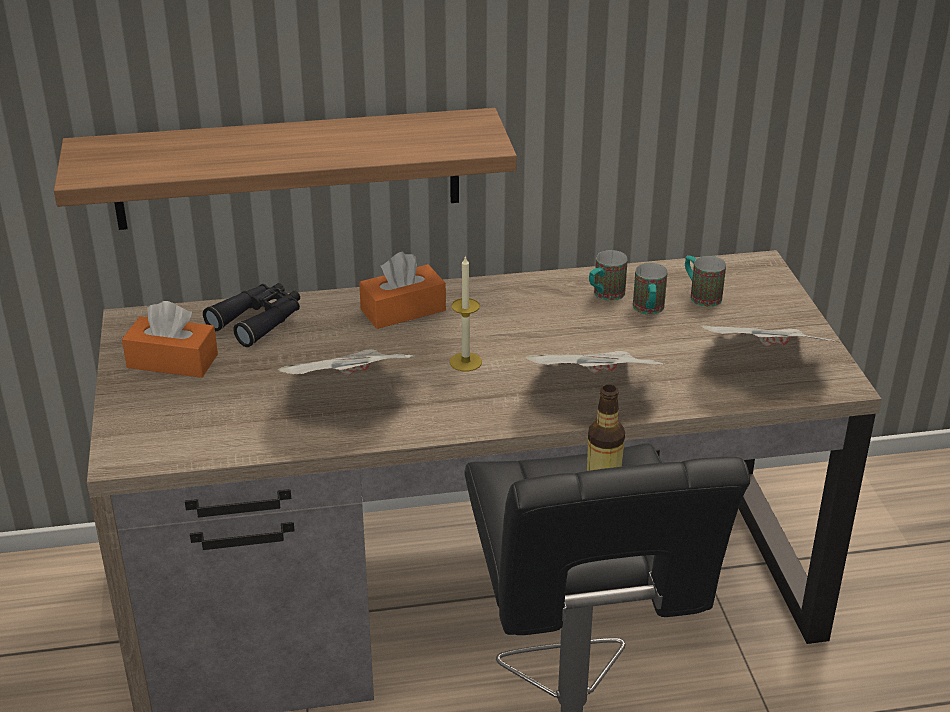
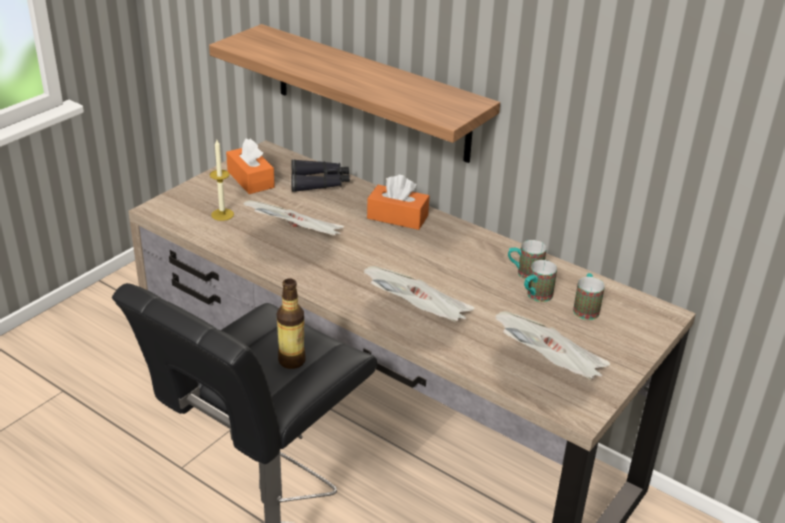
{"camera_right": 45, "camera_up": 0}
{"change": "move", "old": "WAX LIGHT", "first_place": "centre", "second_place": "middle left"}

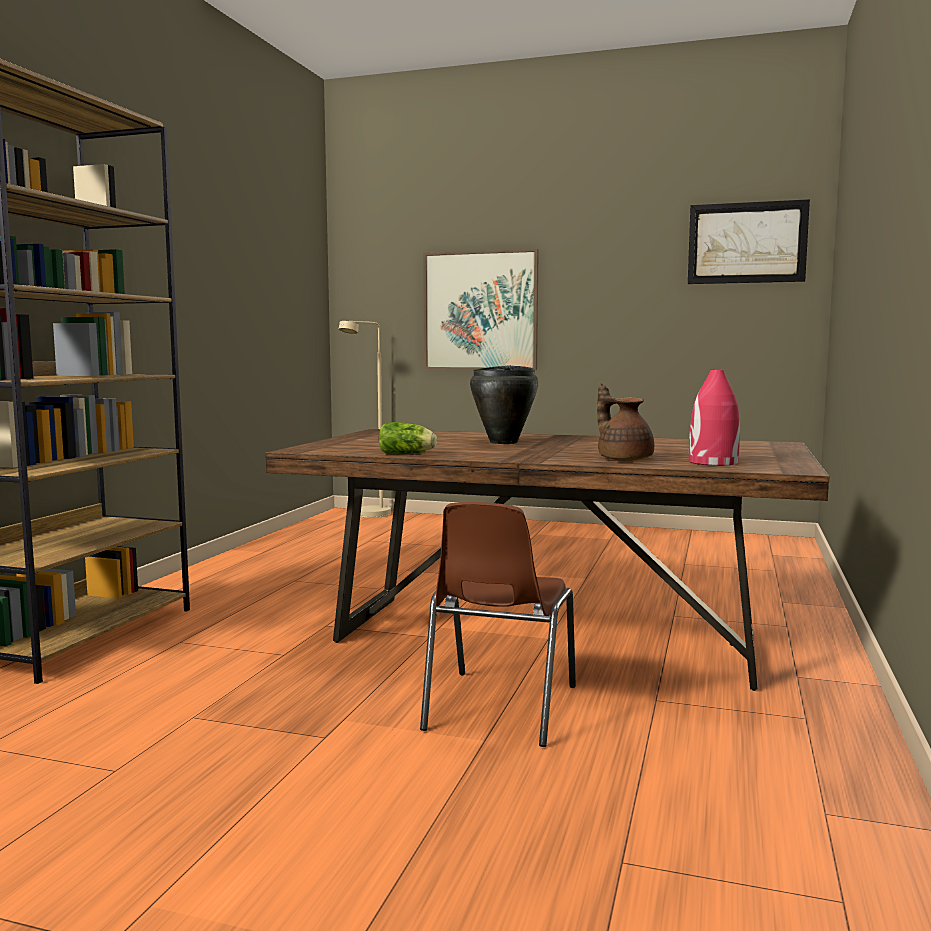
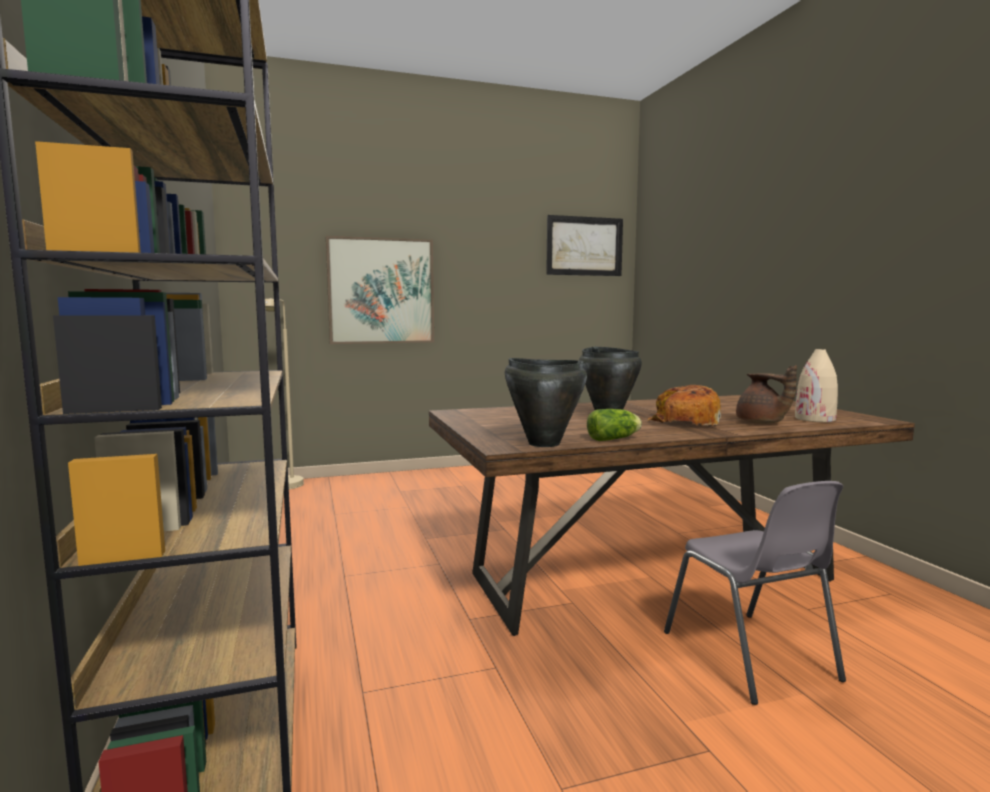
{"camera_right": -35, "camera_up": 0}
{"change": "recolor", "old": "REDDISH DECORATIVE VASE", "new": "BEIGE-COLOURED DECORATIVE VASE", "first_place": "middle right", "second_place": "middle right"}
{"change": "rotate", "old": "BROWNISH TEA POT", "first_place": "middle right", "second_place": "middle right", "degrees": -150}
{"change": "recolor", "old": "BROWNISH UPRIGHT CHAIR", "new": "GREY UPRIGHT CHAIR", "first_place": "bottom centre", "second_place": "bottom right"}
{"change": "insert", "new": "BLACK COOKING POT (1st from left)", "second_place": "centre"}
{"change": "insert", "new": "BAKED BREAD", "second_place": "middle right"}

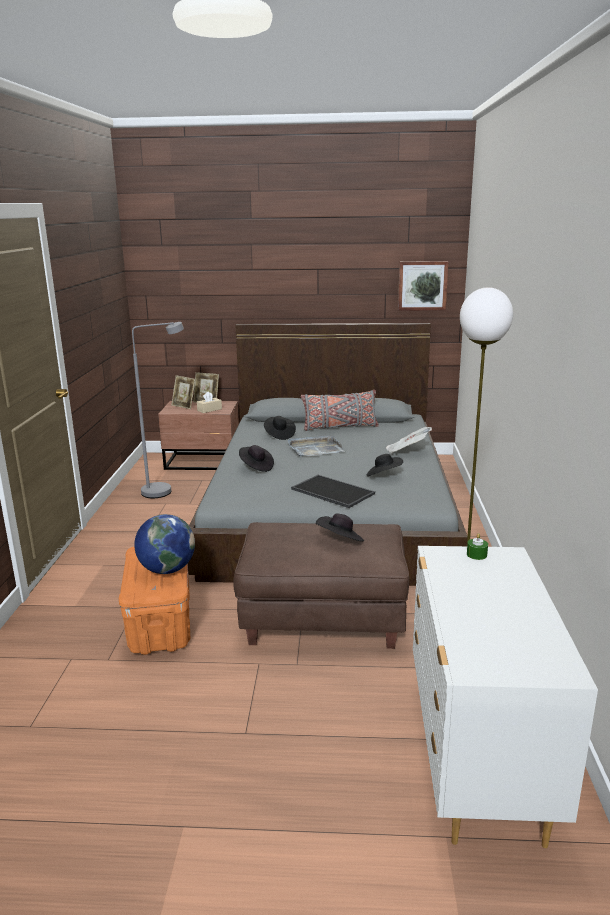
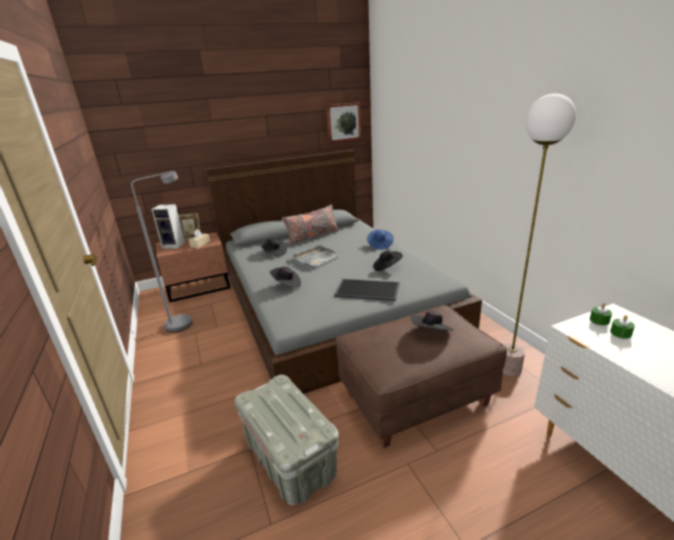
{"camera_right": -25, "camera_up": 5}
{"change": "replace", "old": "PHOTO FRAME (1st from left)", "new": "AUDIO SPEAKER", "first_place": "middle left", "second_place": "middle left"}
{"change": "replace", "old": "NEWSPAPER", "new": "BLUE CLOTHING HAT", "first_place": "middle right", "second_place": "centre"}
{"change": "delete", "old": "DESK GLOBE", "first_place": "middle left"}
{"change": "recolor", "old": "ORANGEY STORAGE CONTAINER", "new": "GREY STORAGE CONTAINER", "first_place": "middle left", "second_place": "bottom centre"}
{"change": "insert", "new": "GREENISH WAX LIGHT (2nd from left)", "second_place": "middle right"}

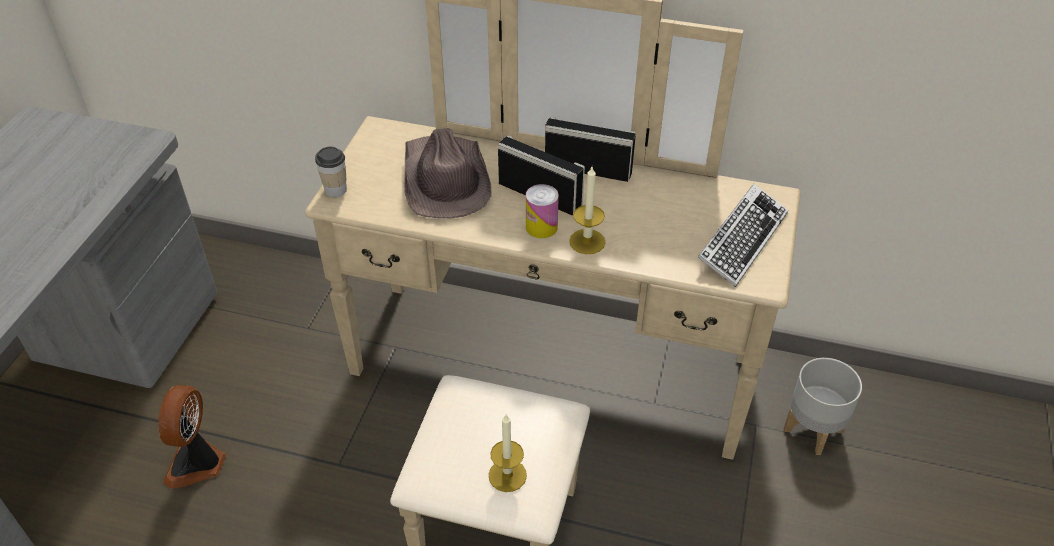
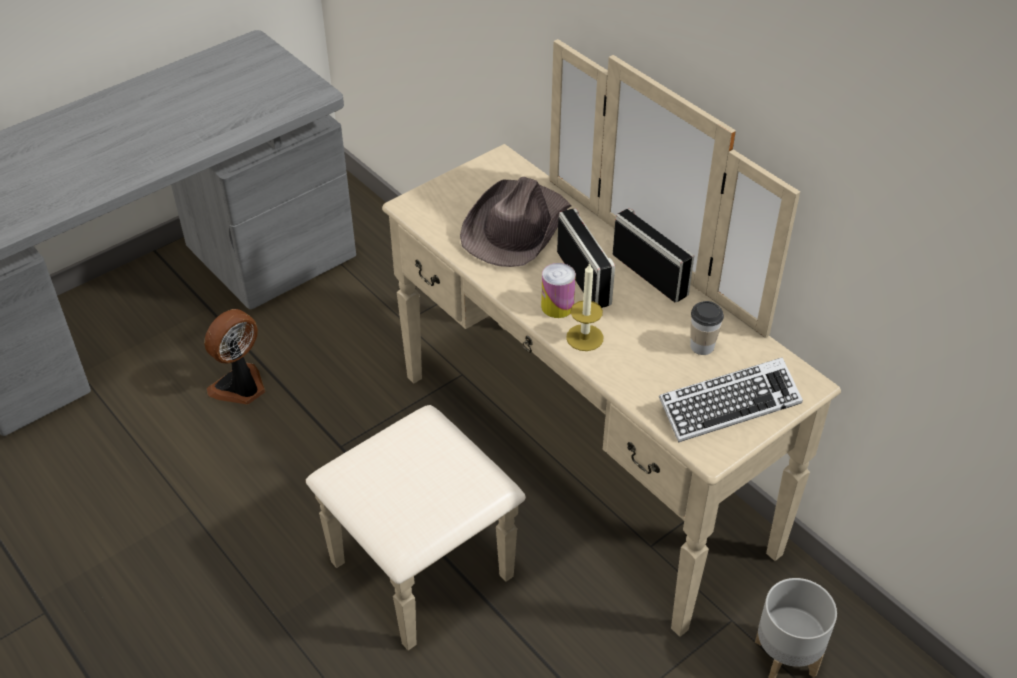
{"camera_right": 35, "camera_up": 0}
{"change": "move", "old": "DRINKING CUP", "first_place": "top left", "second_place": "middle right"}
{"change": "delete", "old": "WAX LIGHT (1st from left)", "first_place": "bottom centre"}

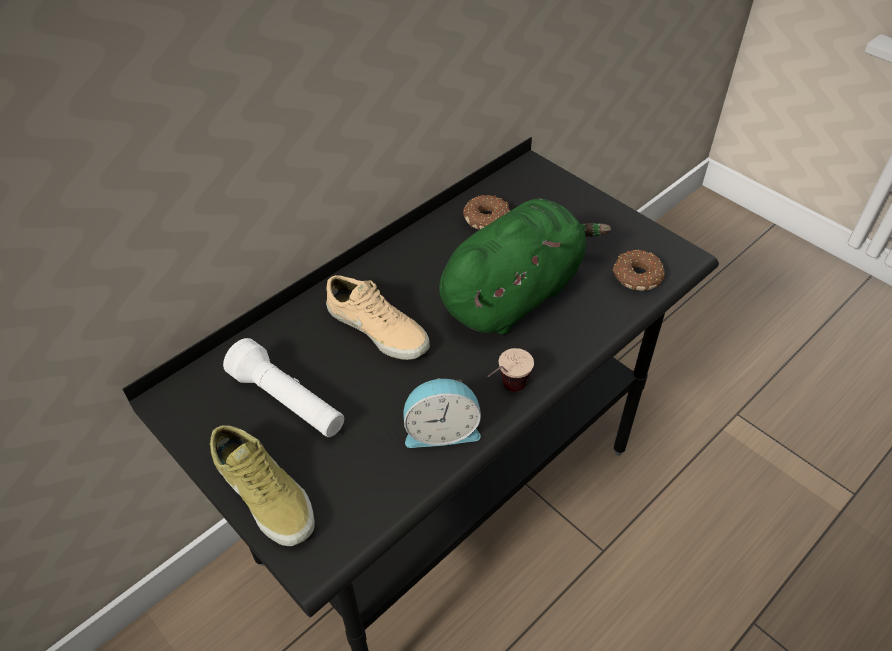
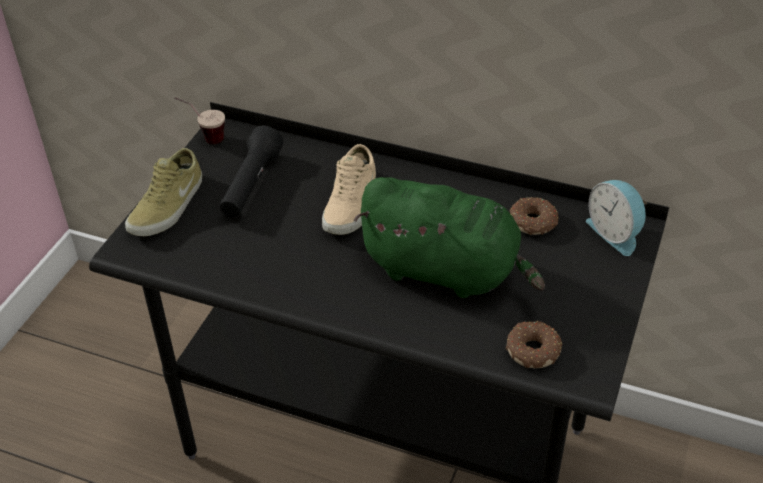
{"camera_right": 65, "camera_up": -5}
{"change": "recolor", "old": "WHITE FLASHLIGHT", "new": "BLACK FLASHLIGHT", "first_place": "middle left", "second_place": "middle left"}
{"change": "move", "old": "DRINKING CUP", "first_place": "centre", "second_place": "top left"}
{"change": "move", "old": "BEDSIDE CLOCK", "first_place": "centre", "second_place": "middle right"}

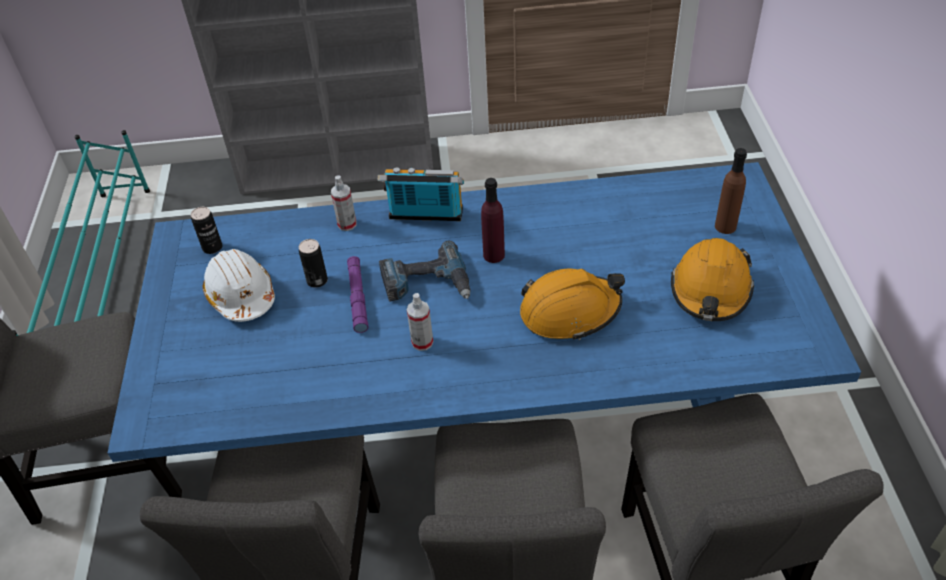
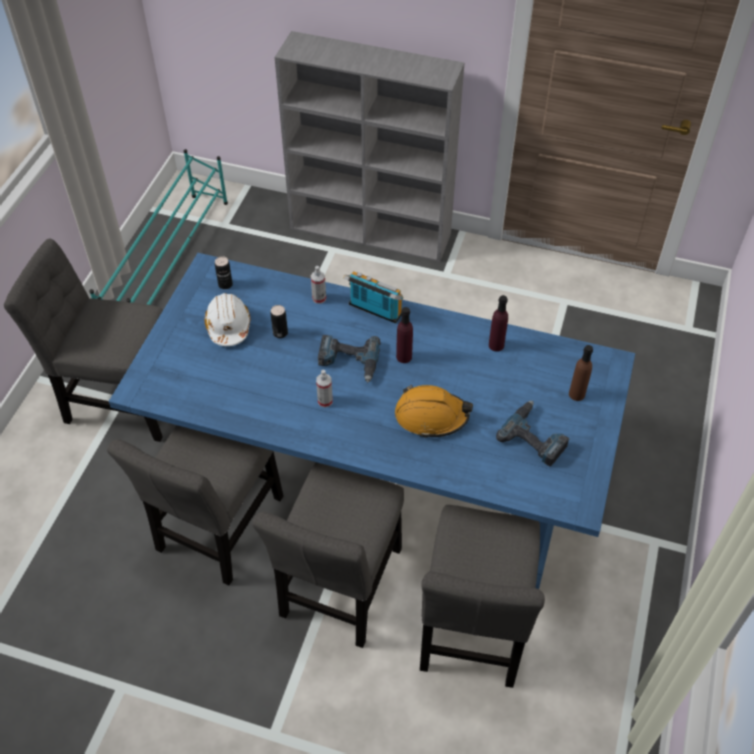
{"camera_right": 20, "camera_up": 5}
{"change": "replace", "old": "ORANGEY SAFETY HELMET (2nd from left)", "new": "DRILL (2nd from left)", "first_place": "middle right", "second_place": "middle right"}
{"change": "delete", "old": "PURPLISH FLASHLIGHT", "first_place": "centre"}
{"change": "insert", "new": "PURPLISH BOTTLE (2nd from left)", "second_place": "centre"}

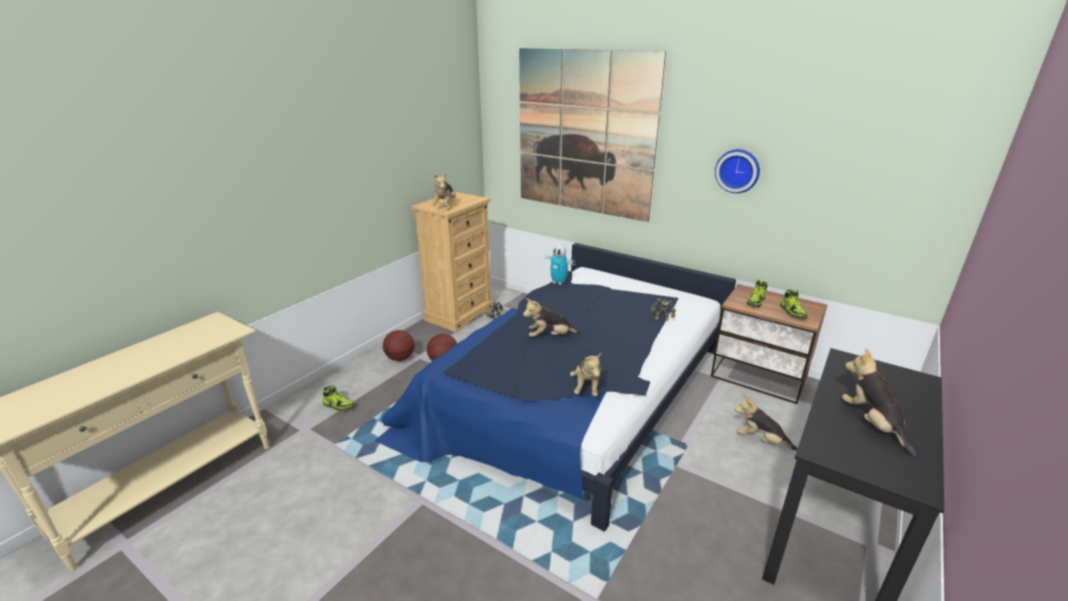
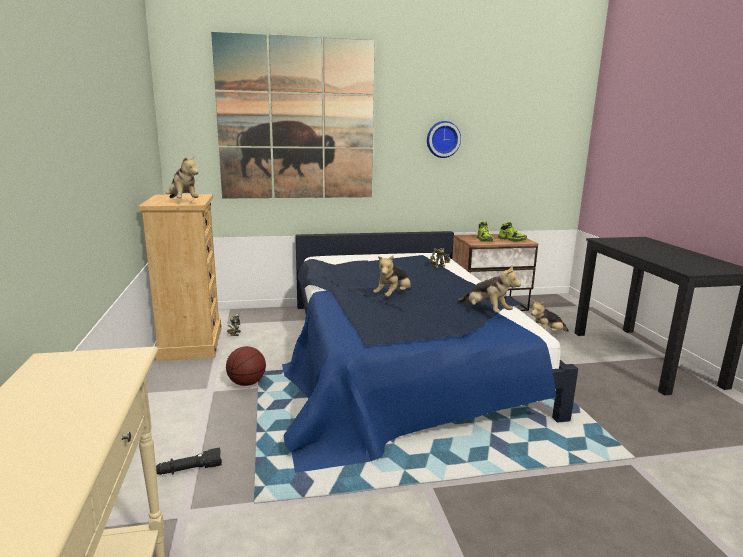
{"camera_right": -45, "camera_up": -10}
{"change": "delete", "old": "MODEL ROBOT (2nd from left)", "first_place": "centre"}
{"change": "delete", "old": "BASKETBALL (1st from left)", "first_place": "centre"}
{"change": "delete", "old": "SOFT TOY (5th from left)", "first_place": "bottom right"}
{"change": "replace", "old": "ITEM OF FOOTWEAR (1st from left)", "new": "BLACK FLASHLIGHT", "first_place": "middle left", "second_place": "bottom left"}

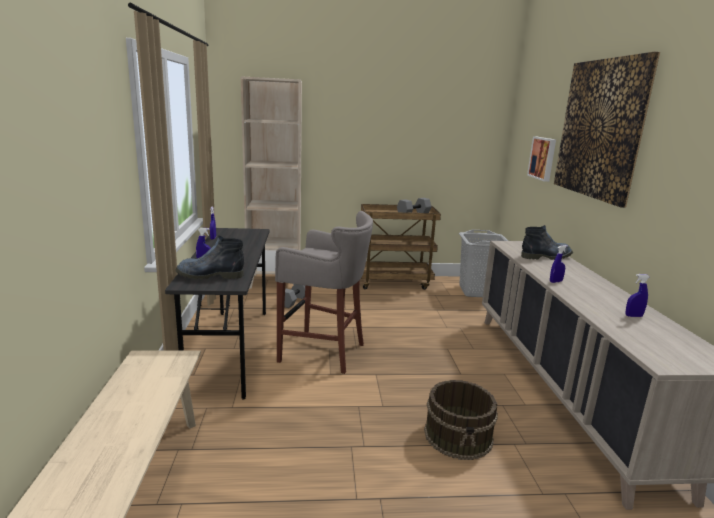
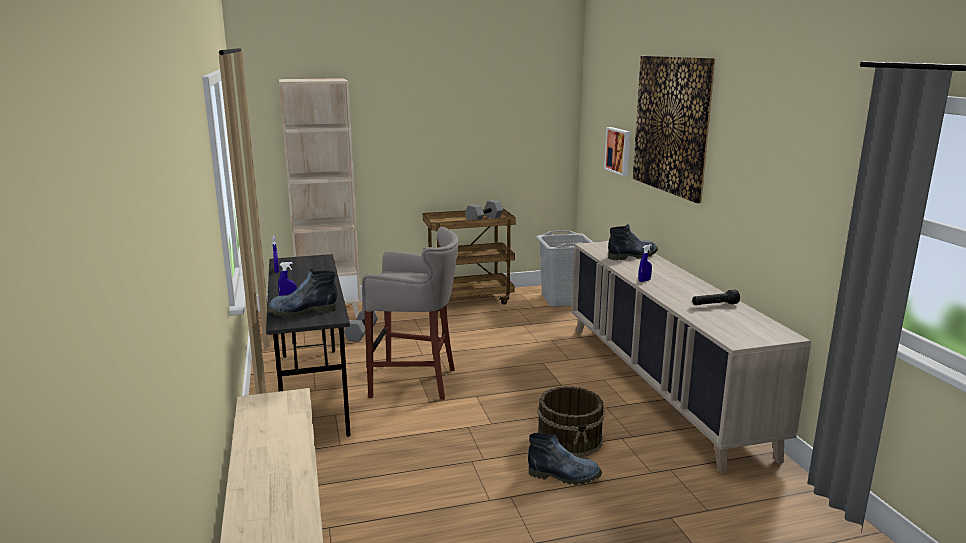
{"camera_right": -10, "camera_up": 0}
{"change": "replace", "old": "BLUE SPRAY BOTTLE (4th from left)", "new": "BLACK FLASHLIGHT", "first_place": "middle right", "second_place": "middle right"}
{"change": "insert", "new": "TALL BOOT (2nd from left)", "second_place": "bottom centre"}

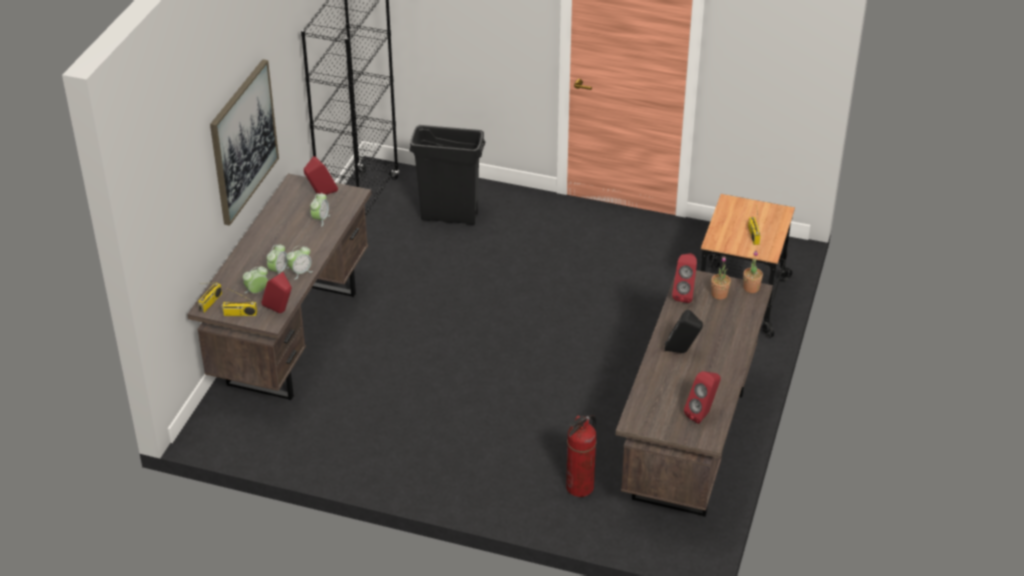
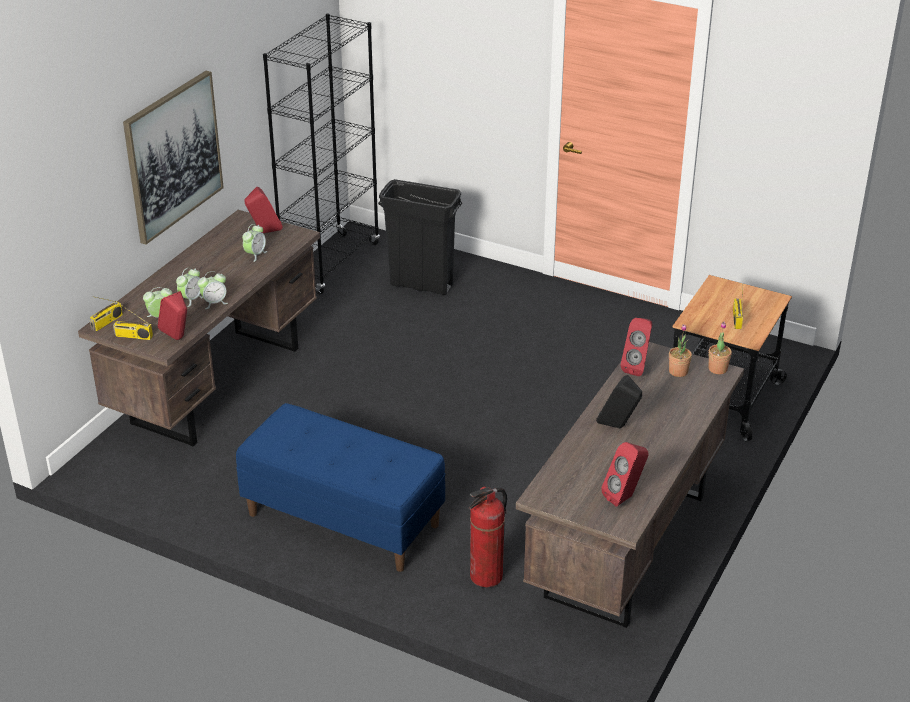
{"camera_right": 10, "camera_up": -5}
{"change": "insert", "new": "BLUE INDOOR BENCH", "second_place": "bottom centre"}

